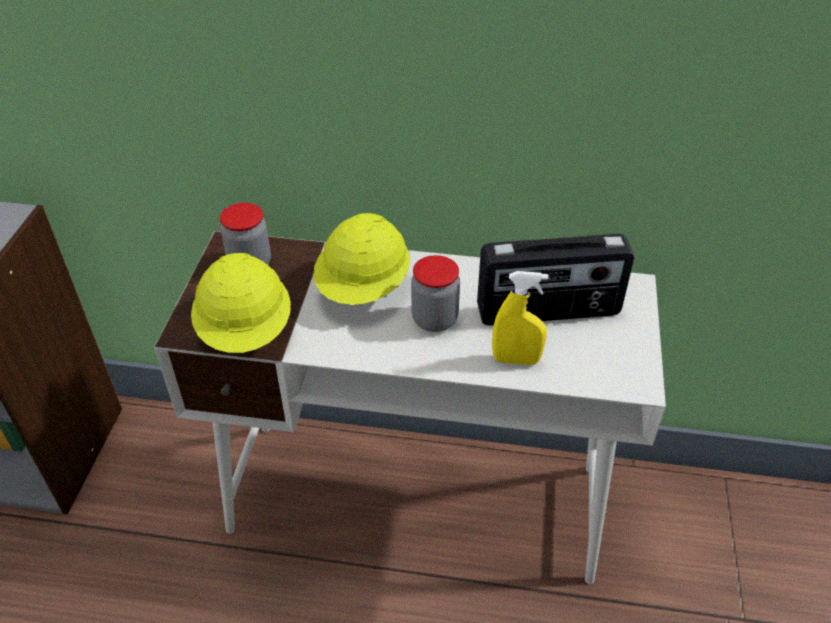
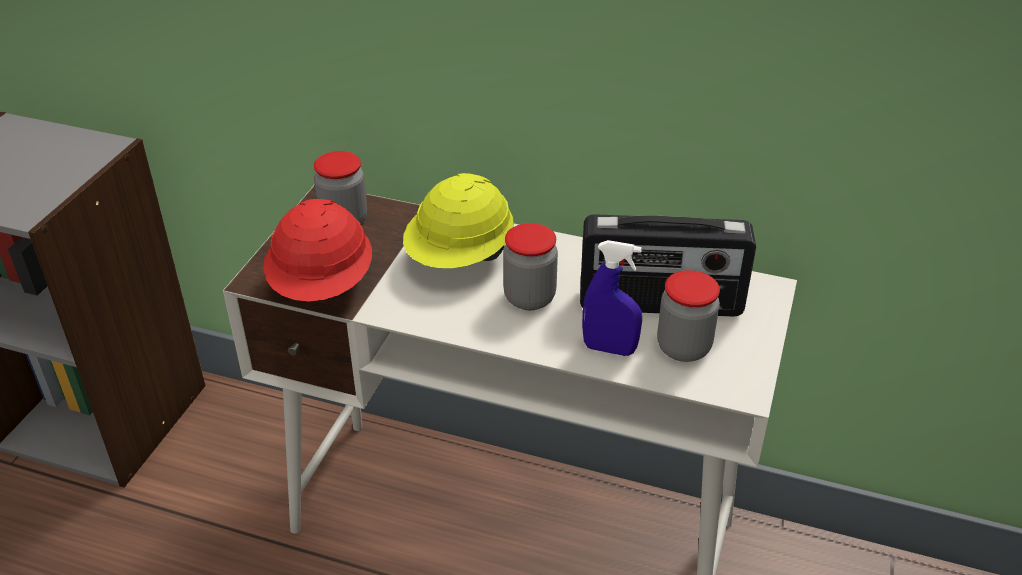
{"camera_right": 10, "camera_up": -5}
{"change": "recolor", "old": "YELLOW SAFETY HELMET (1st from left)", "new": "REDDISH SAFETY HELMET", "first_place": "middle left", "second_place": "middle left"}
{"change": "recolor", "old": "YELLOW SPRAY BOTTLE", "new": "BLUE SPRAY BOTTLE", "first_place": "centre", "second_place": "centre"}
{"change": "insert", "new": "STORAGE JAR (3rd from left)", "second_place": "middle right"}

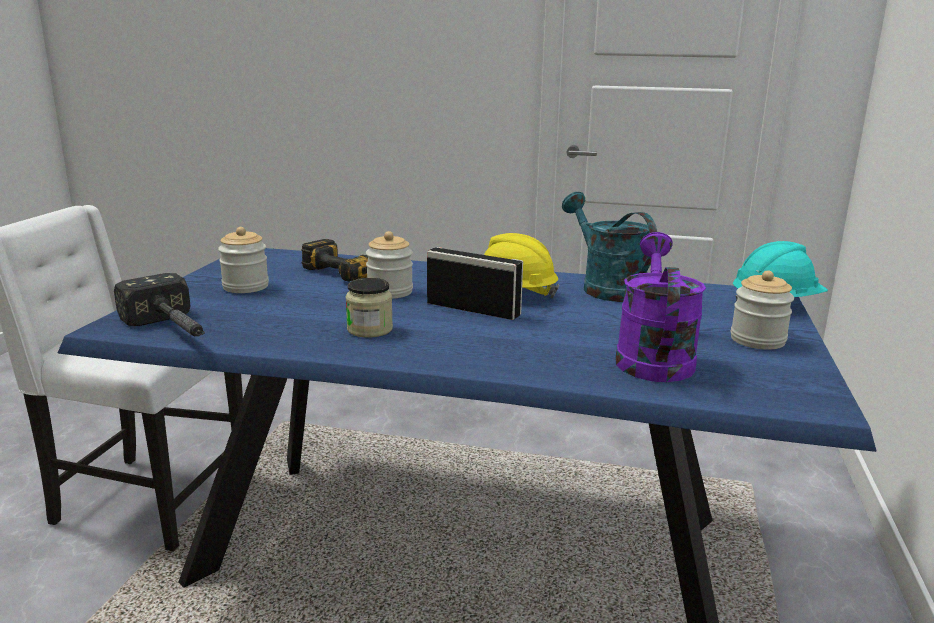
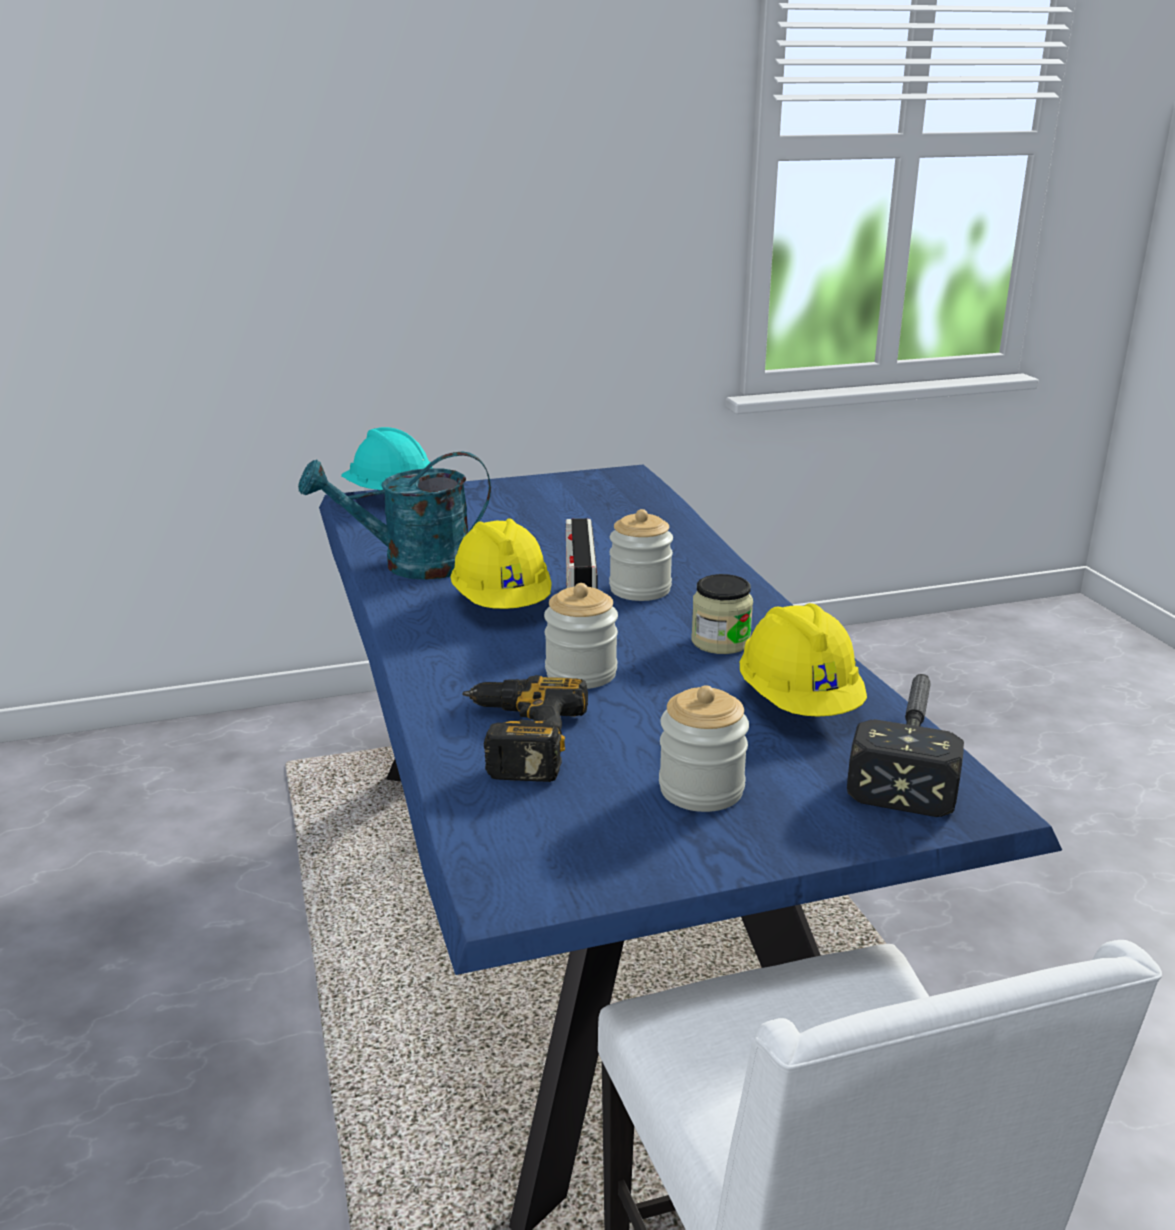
{"camera_right": -120, "camera_up": 5}
{"change": "rotate", "old": "TURQUOISE-COLOURED WATERING CAN", "first_place": "centre", "second_place": "centre", "degrees": 45}
{"change": "delete", "old": "PURPLISH WATERING CAN", "first_place": "middle right"}
{"change": "move", "old": "STORAGE JAR (4th from left in the first image)", "new": "STORAGE JAR (2nd from left)", "first_place": "middle right", "second_place": "centre"}
{"change": "insert", "new": "YELLOW SAFETY HELMET (2nd from left)", "second_place": "middle right"}

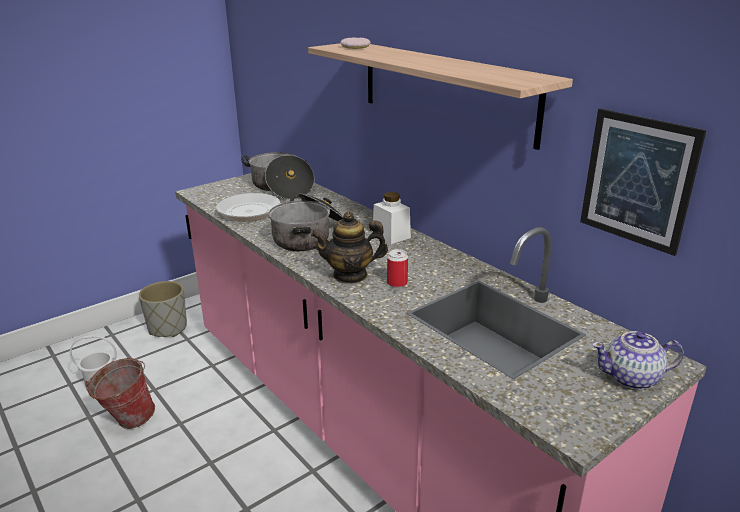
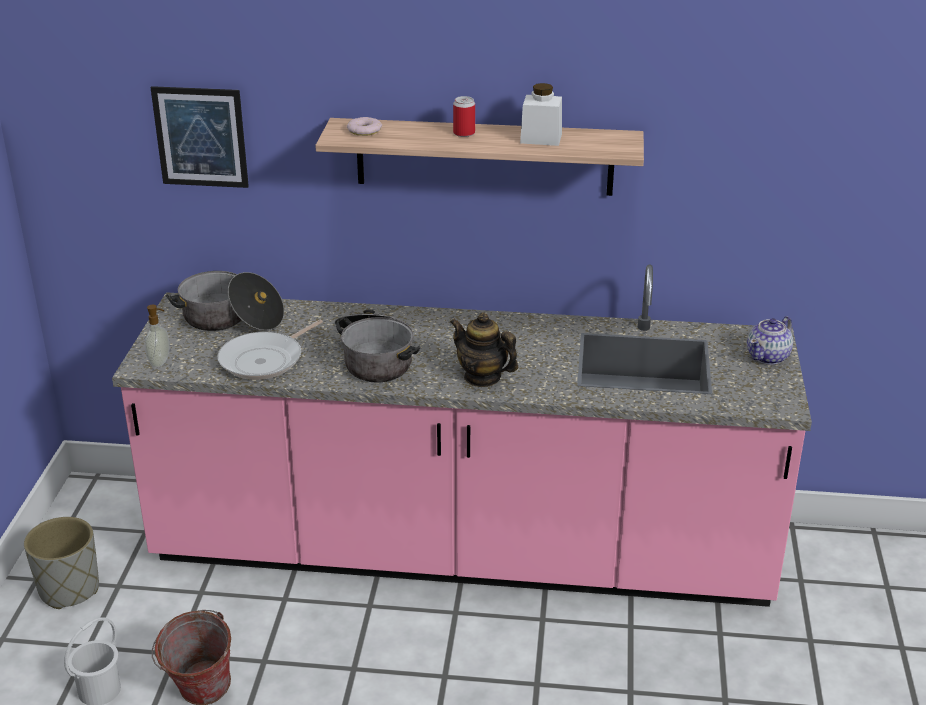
{"camera_right": -45, "camera_up": 5}
{"change": "move", "old": "WALL ART", "first_place": "middle right", "second_place": "top left"}
{"change": "move", "old": "WHITE STORAGE JAR", "first_place": "centre", "second_place": "top centre"}
{"change": "rotate", "old": "TEA POT (1st from left)", "first_place": "centre", "second_place": "centre", "degrees": 90}
{"change": "move", "old": "SEALED CAN", "first_place": "centre", "second_place": "top centre"}
{"change": "insert", "new": "SOAP BOTTLE", "second_place": "middle left"}

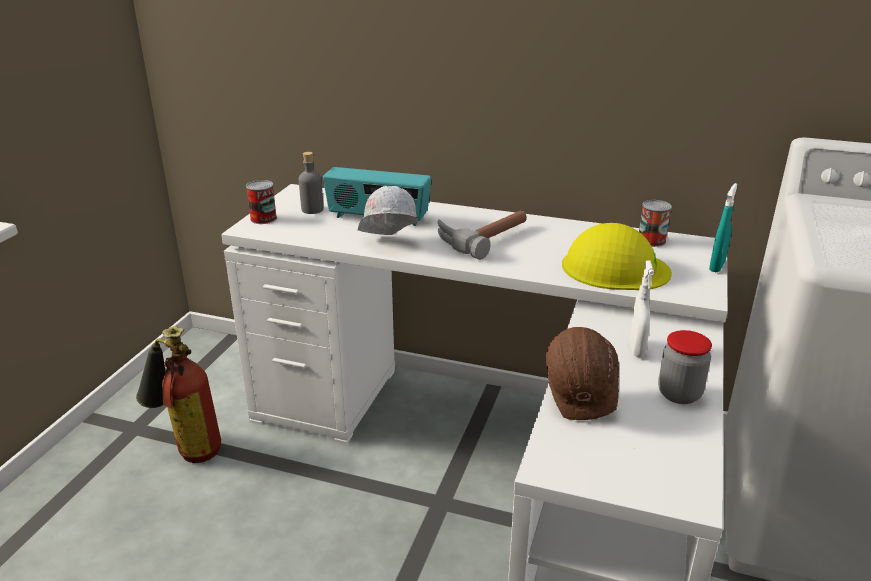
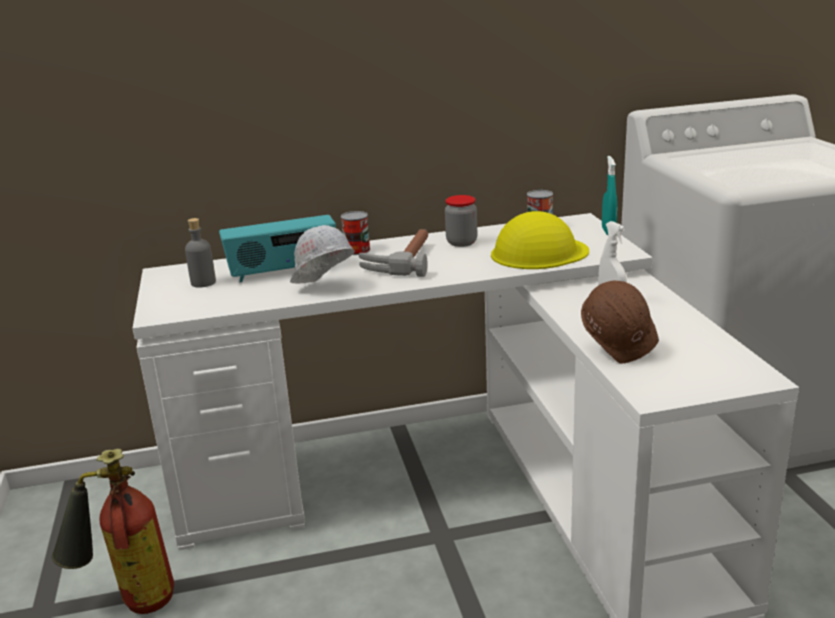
{"camera_right": -30, "camera_up": -5}
{"change": "move", "old": "SEALED CAN (1st from left)", "first_place": "middle left", "second_place": "centre"}
{"change": "move", "old": "STORAGE JAR", "first_place": "middle right", "second_place": "centre"}

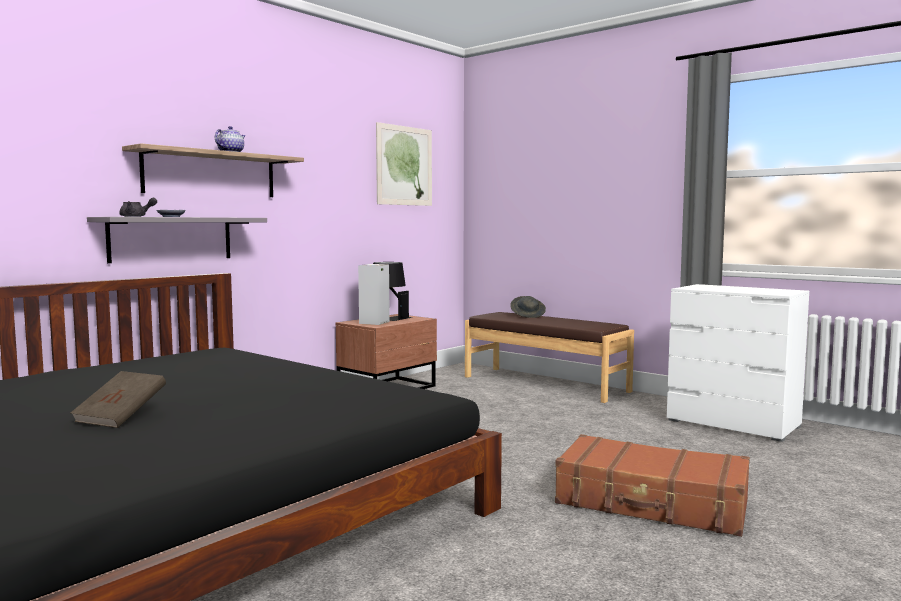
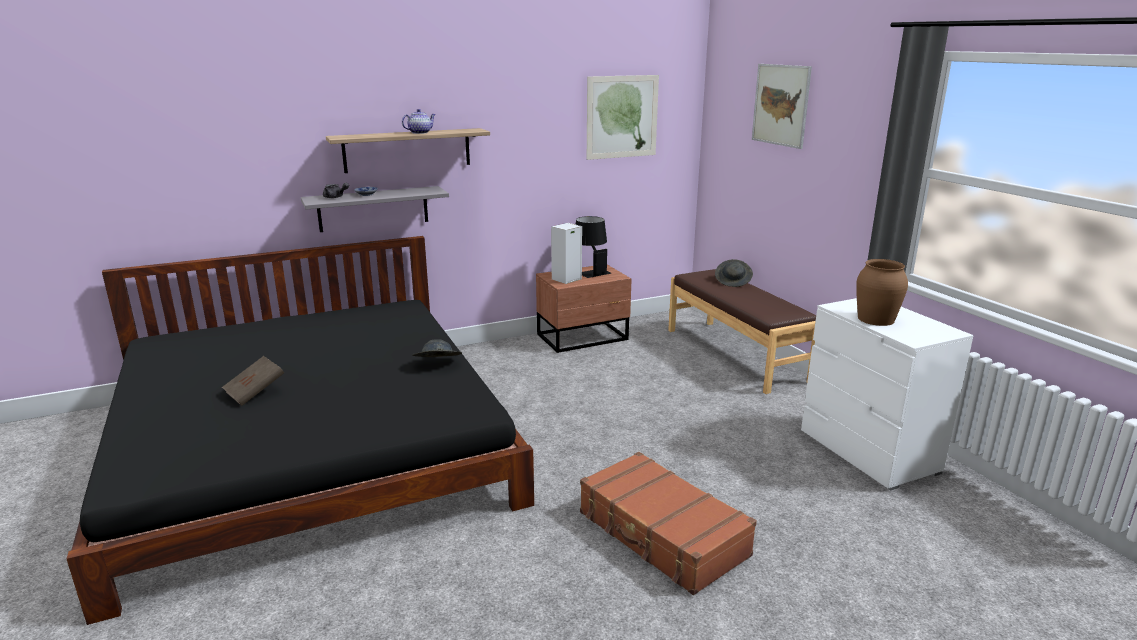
{"camera_right": 25, "camera_up": 15}
{"change": "insert", "new": "WALL ART (2nd from left)", "second_place": "top right"}
{"change": "insert", "new": "BROWNISH DECORATIVE VASE", "second_place": "middle right"}
{"change": "insert", "new": "GREY CLOTHING HAT (1st from left)", "second_place": "centre"}

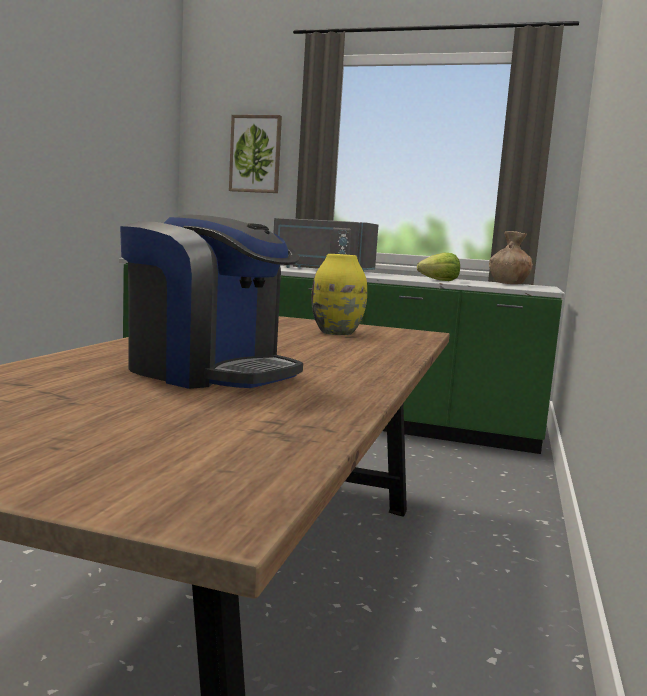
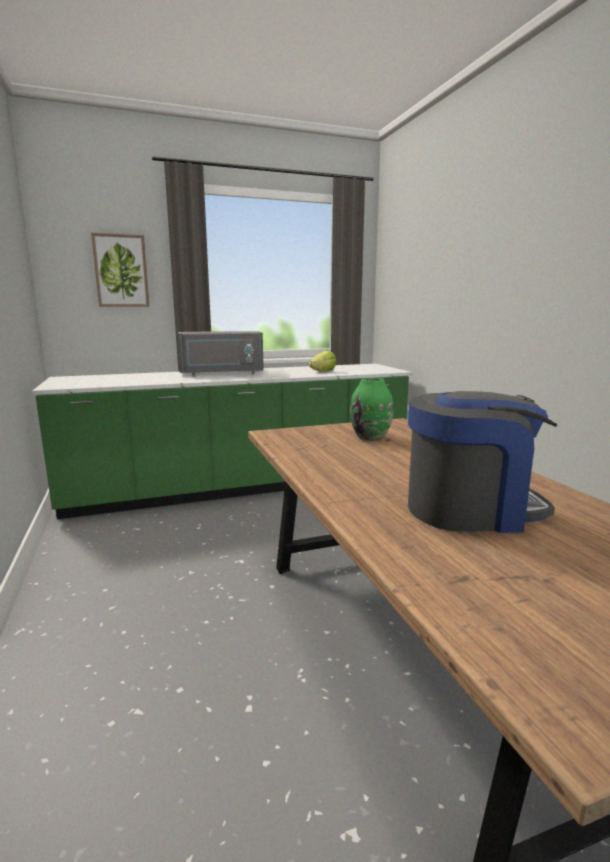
{"camera_right": -35, "camera_up": 5}
{"change": "delete", "old": "BROWNISH DECORATIVE VASE", "first_place": "middle right"}
{"change": "recolor", "old": "YELLOW DECORATIVE VASE", "new": "GREENISH DECORATIVE VASE", "first_place": "centre", "second_place": "centre"}

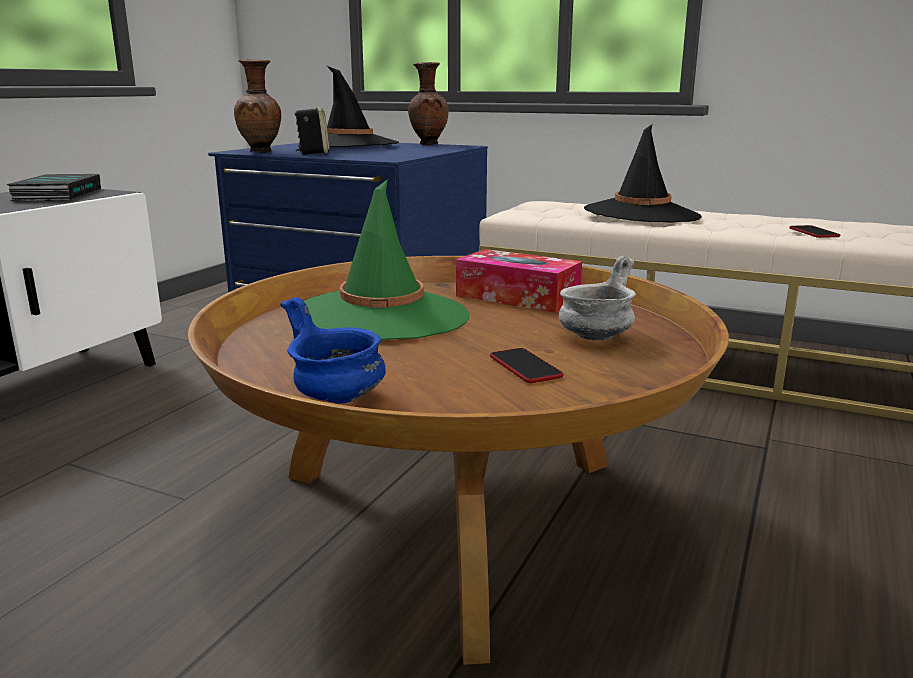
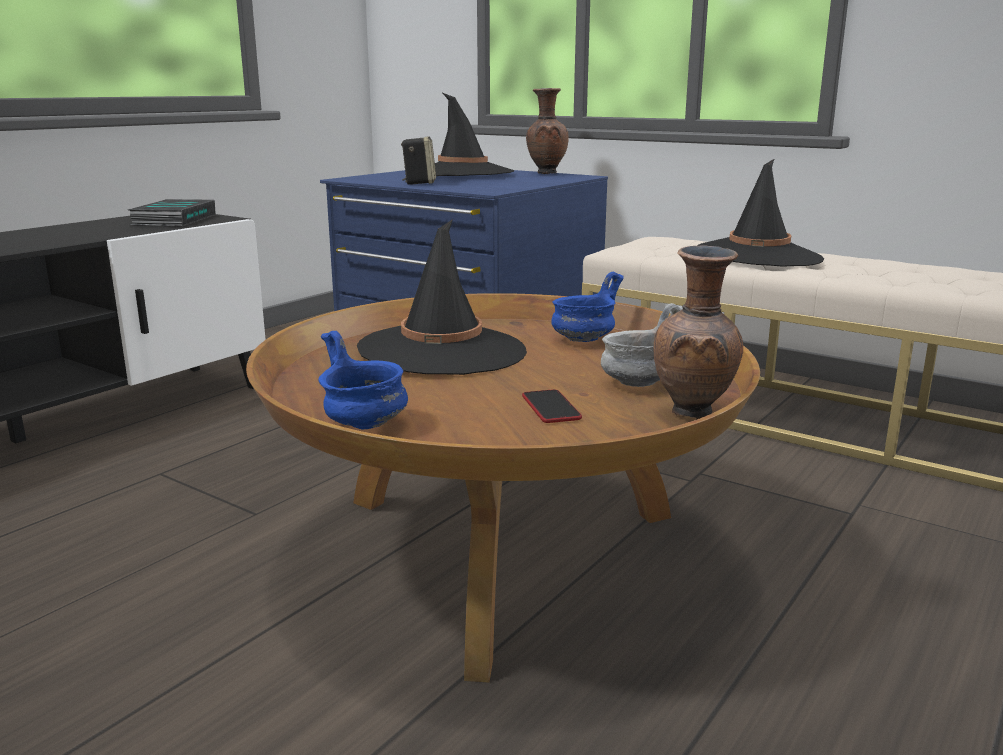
{"camera_right": 10, "camera_up": 0}
{"change": "move", "old": "BROWNISH DECORATIVE VASE (1st from left in the first image)", "new": "BROWNISH DECORATIVE VASE (2nd from left)", "first_place": "top left", "second_place": "middle right"}
{"change": "recolor", "old": "GREENISH CLOTHING HAT", "new": "BLACK CLOTHING HAT (1st from left)", "first_place": "centre", "second_place": "centre"}
{"change": "delete", "old": "TELEPHONE (2nd from left)", "first_place": "middle right"}
{"change": "replace", "old": "TISSUE BOX", "new": "BLUE BOWL (2nd from left)", "first_place": "centre", "second_place": "centre"}

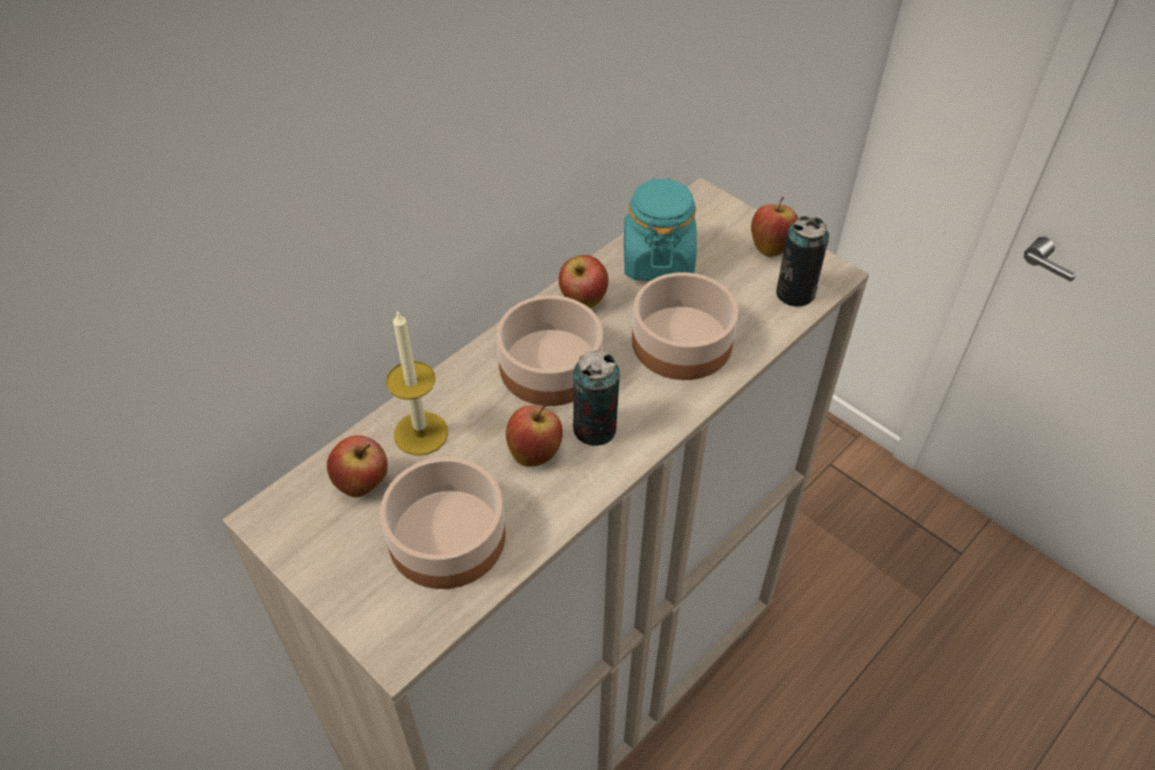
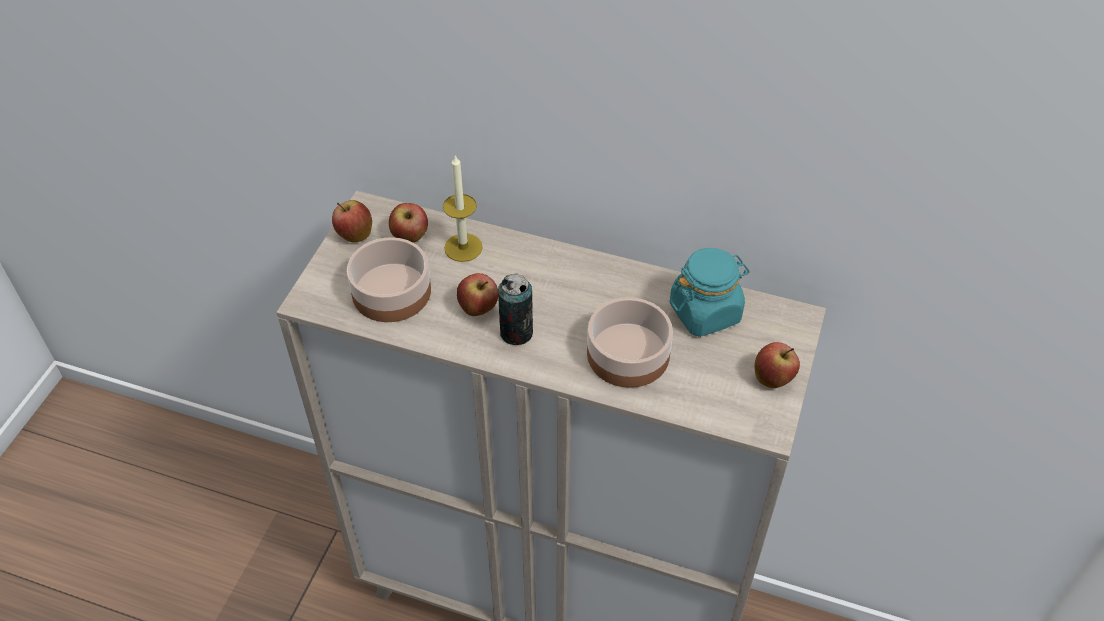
{"camera_right": 65, "camera_up": 0}
{"change": "delete", "old": "SEALED CAN (2nd from left)", "first_place": "middle right"}
{"change": "move", "old": "APPLE (3rd from left in the first image)", "new": "APPLE (1st from left)", "first_place": "centre", "second_place": "middle left"}
{"change": "delete", "old": "BOWL (2nd from left)", "first_place": "centre"}

